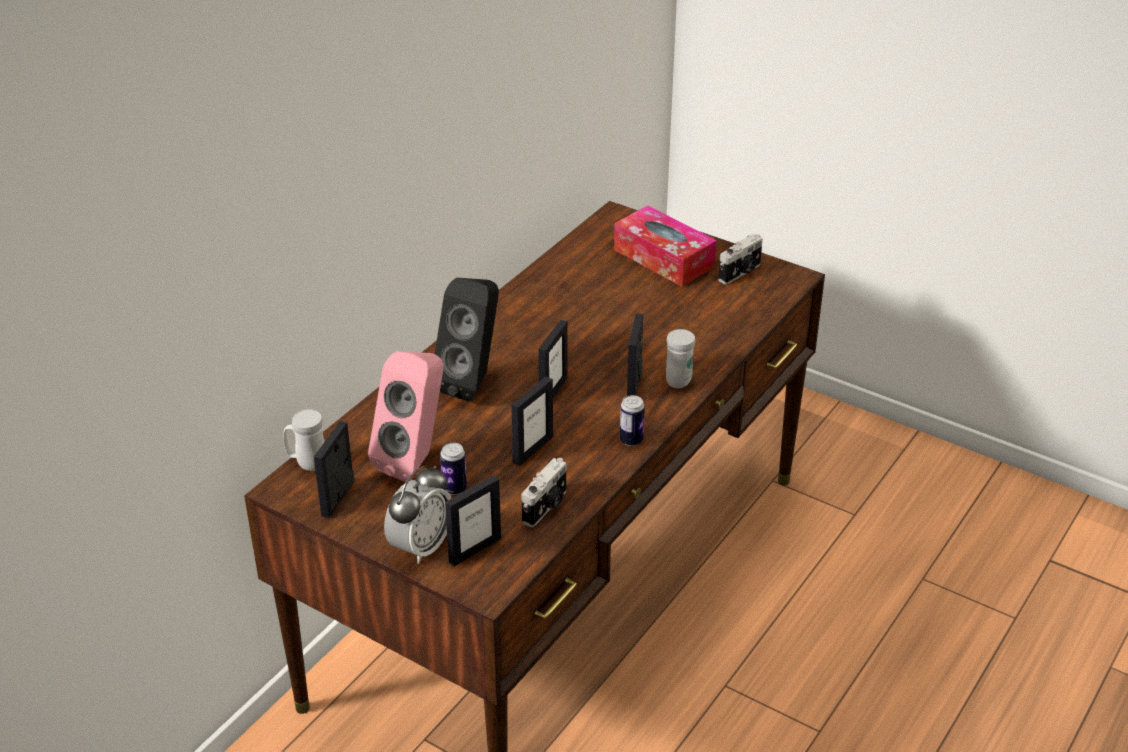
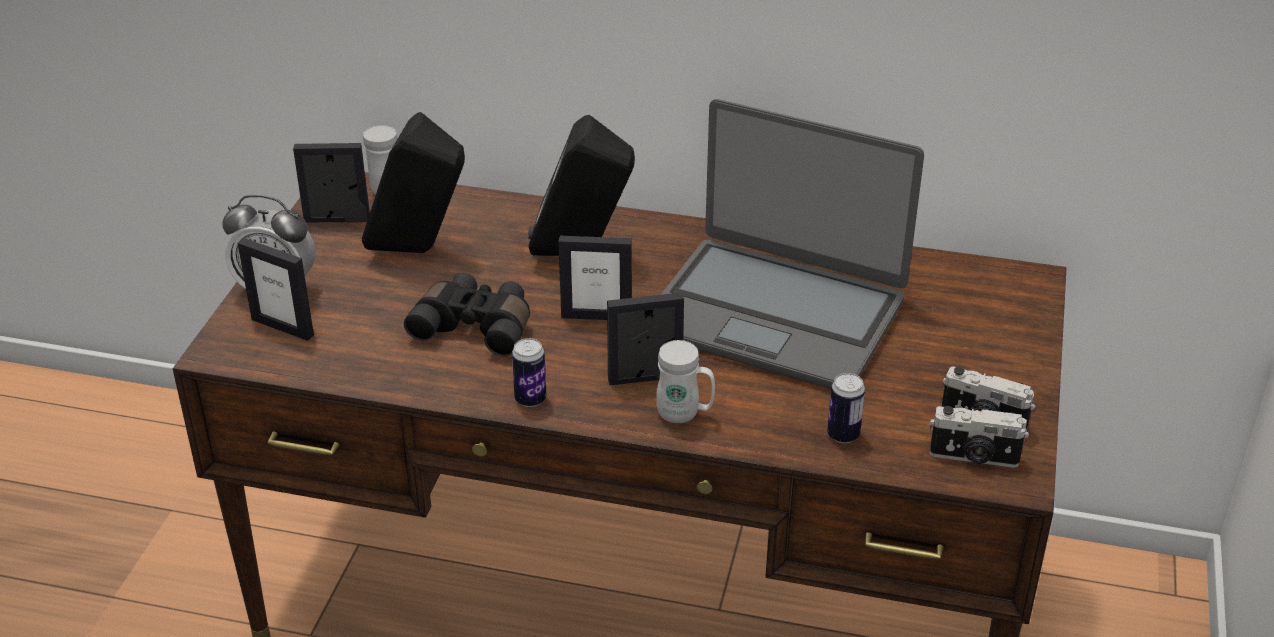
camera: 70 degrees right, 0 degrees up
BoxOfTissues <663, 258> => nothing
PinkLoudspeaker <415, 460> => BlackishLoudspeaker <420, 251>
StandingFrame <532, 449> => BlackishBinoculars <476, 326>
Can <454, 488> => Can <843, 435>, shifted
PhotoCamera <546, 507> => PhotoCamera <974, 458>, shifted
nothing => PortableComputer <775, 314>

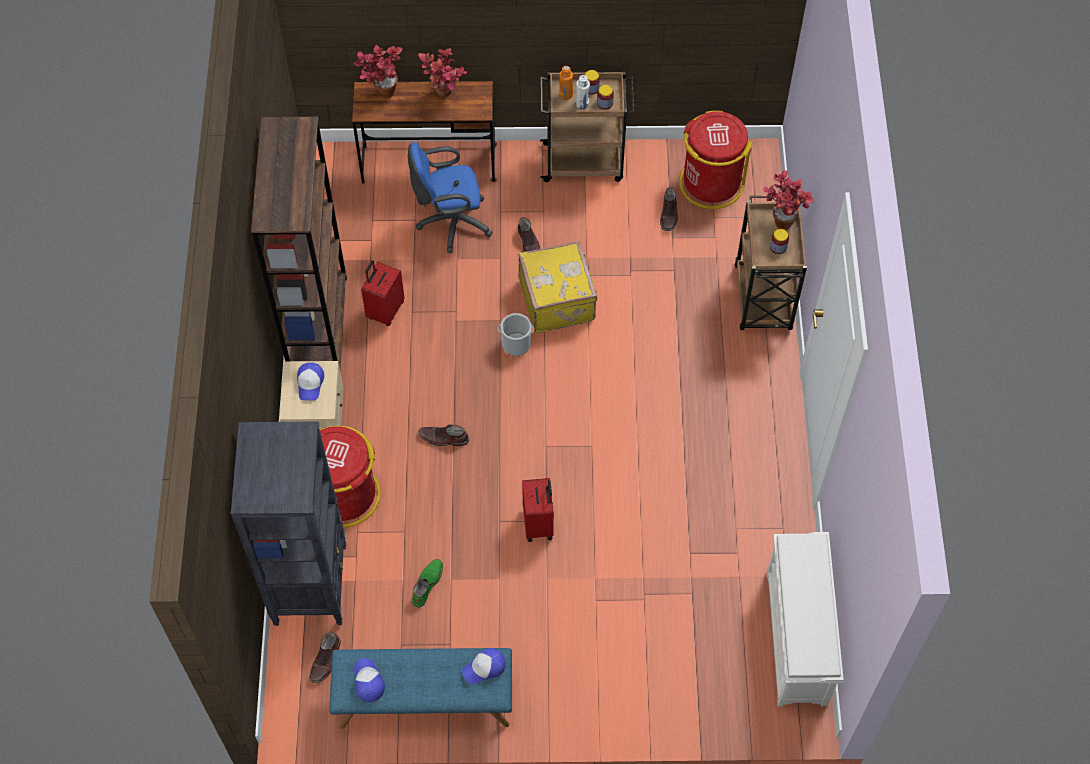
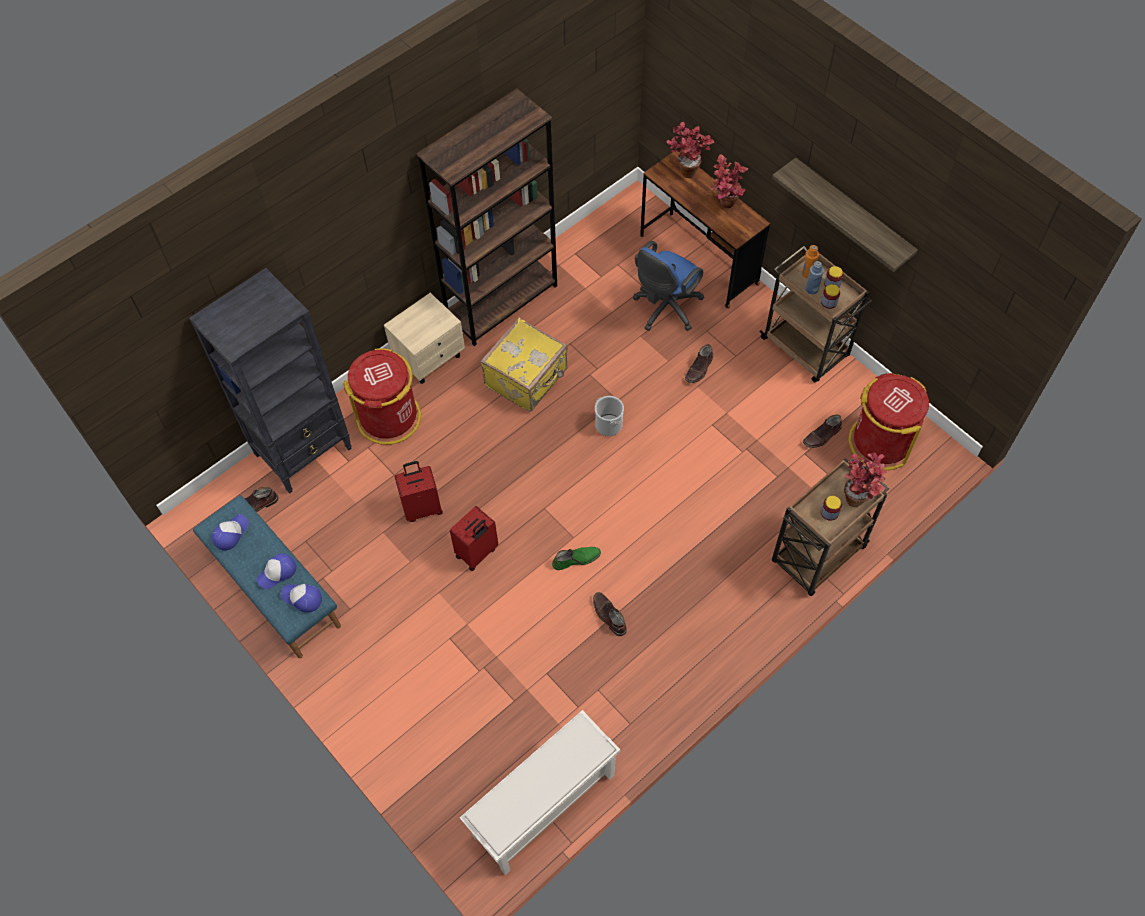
camera: 50 degrees right, 0 degrees up
WhiteBeverageBottle <582, 104> => BlueColouredBeverageBottle <811, 289>
BlueColouredComputerChair <450, 222> => BlueColouredComputerChair <665, 309>, 90 degrees counterclockwise
YellowTravelCase <558, 299> => YellowTravelCase <527, 378>, shifted
RedTravelCase <385, 310> => RedTravelCase <422, 508>, shifted
BaseballCap <310, 383> => BaseballCap <277, 573>, shifted
BrownHighTopBoot <443, 438> => BrownHighTopBoot <608, 616>, shifted
GreenColouredHighTopBoot <426, 584> => GreenColouredHighTopBoot <576, 559>, shifted
nothing => Shelf <852, 213>

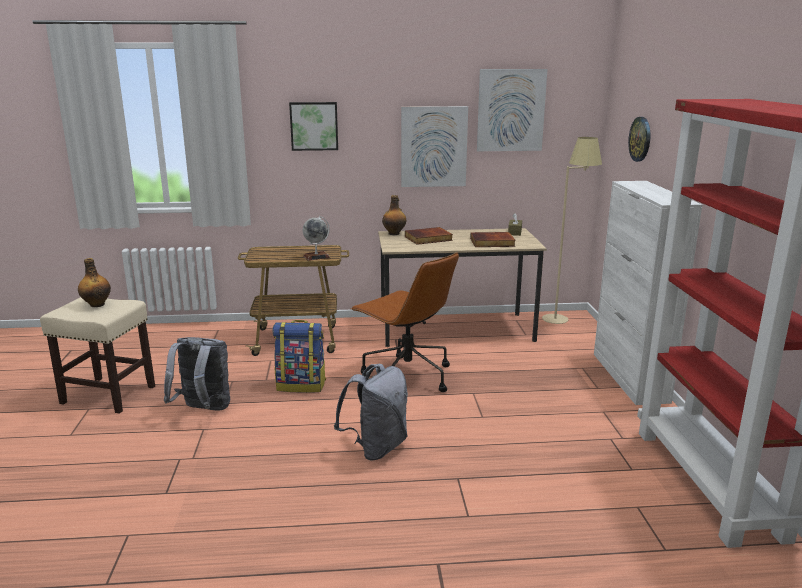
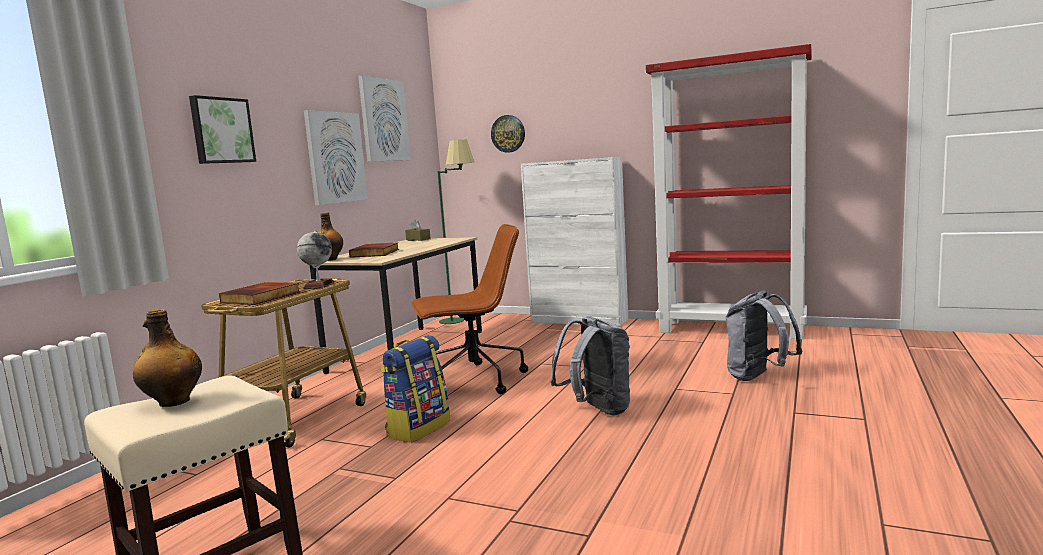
camera: 60 degrees left, 10 degrees down
BeigeColouredStandardLamp <564, 322> => GreenColouredStandardLamp <463, 320>
BoundBook <492, 242> => BoundBook <261, 297>, shifted
GreyishKnapsack <203, 410> => GreyishKnapsack <758, 377>, shifted

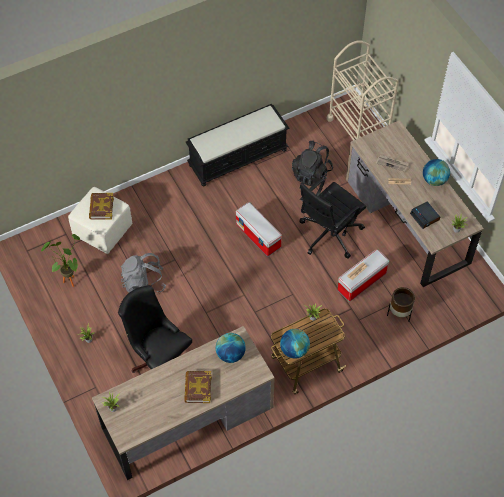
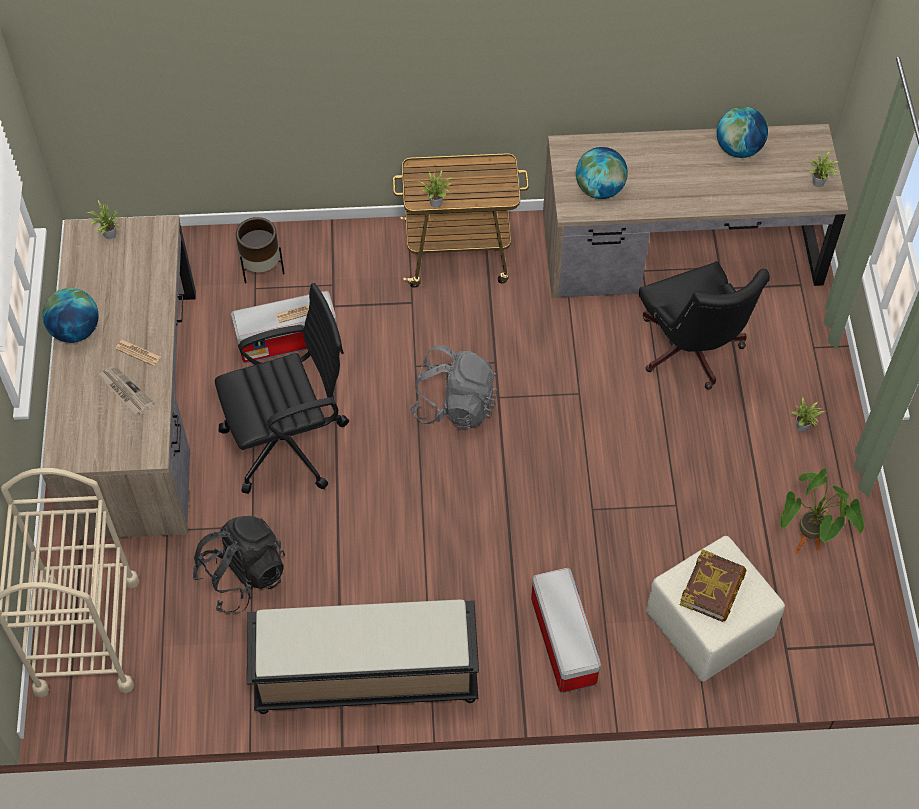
camera: 155 degrees left, 0 degrees up
TableClock <425, 217> => nothing
StorageContainer <259, 236> => StorageContainer <562, 640>, shifted
GreyishKnapsack <144, 283> => GreyishKnapsack <455, 405>, shifted
WorldGlobe <294, 350> => WorldGlobe <738, 149>, shifted
BoundBook <198, 388> => nothing

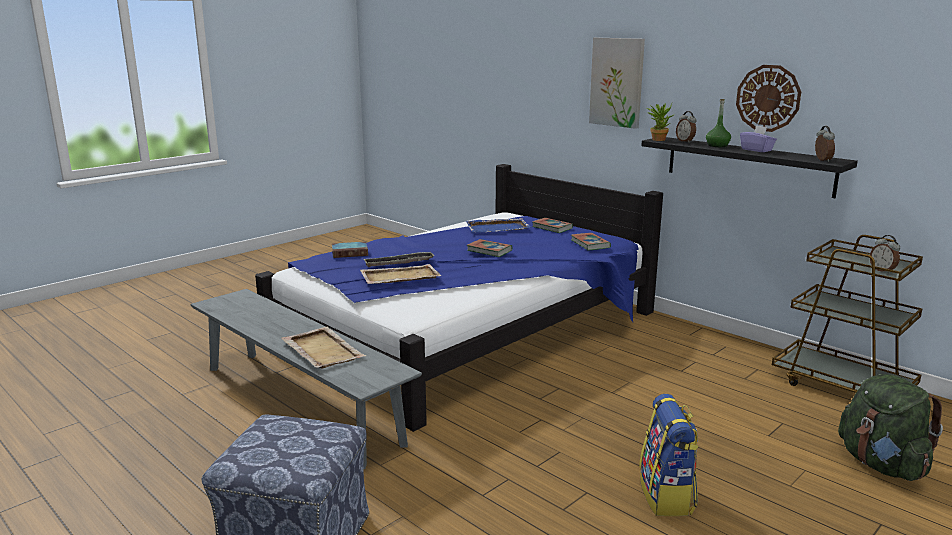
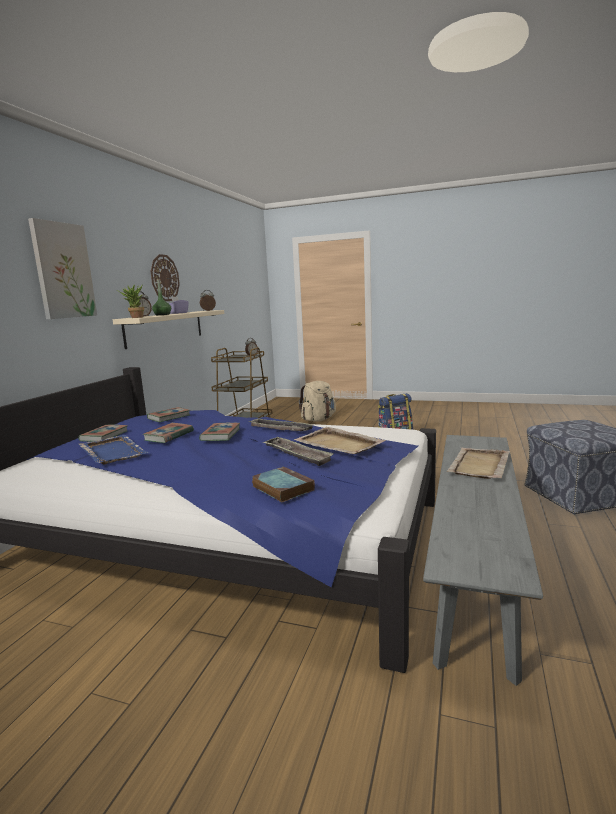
camera: 115 degrees left, 5 degrees down
BlackishShelf <748, 165> => BeigeColouredShelf <165, 328>
GreenColouredKnapsack <881, 464> => BeigeColouredKnapsack <318, 420>
nothing => ServingTray <280, 428>
nothing => BoundBook <169, 436>

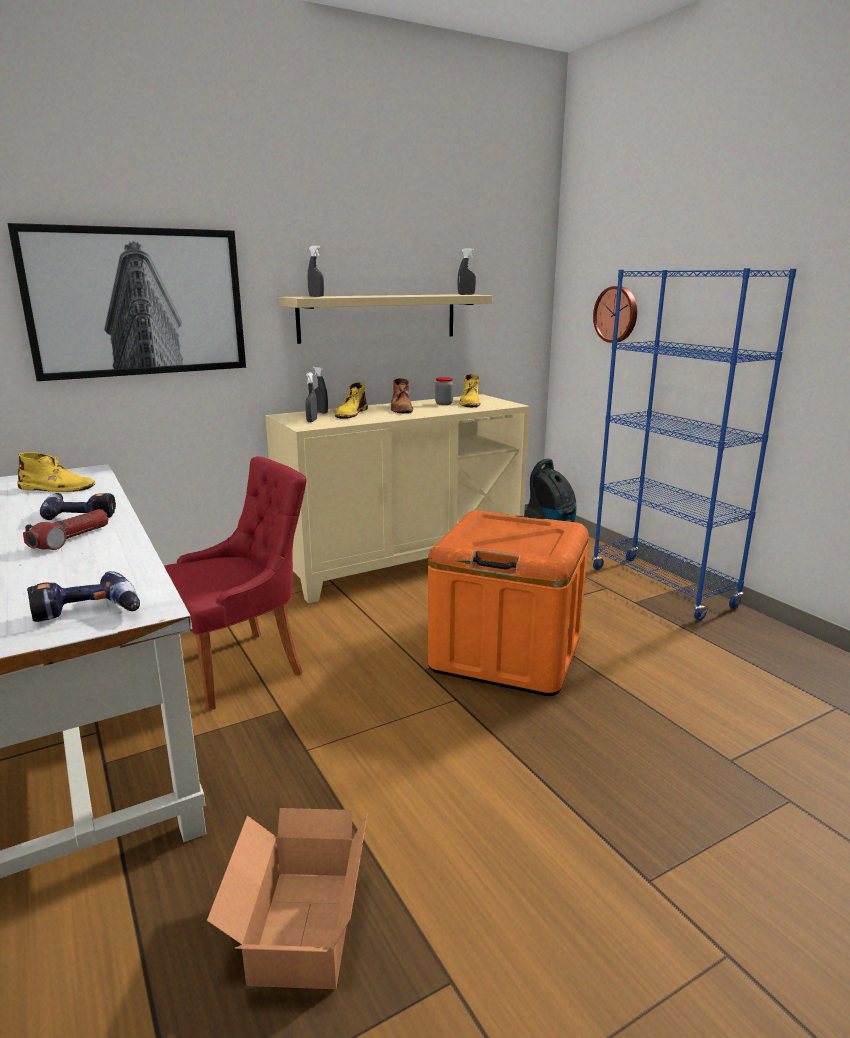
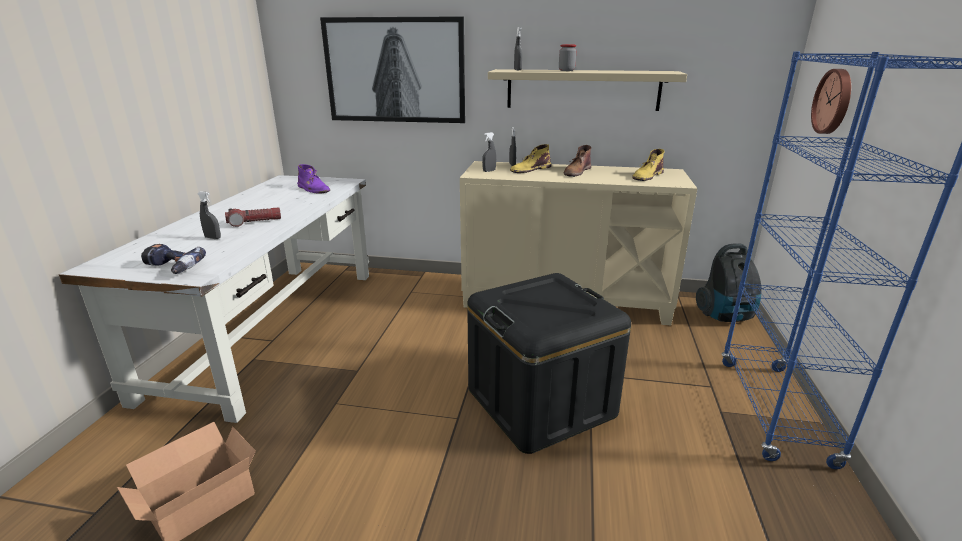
camera: 40 degrees right, 5 degrees up
GreyishHandSprayer <466, 294> => GreyishHandSprayer <213, 238>, shifted
StorageJar <444, 404> => StorageJar <566, 70>, shifted
YellowHighTopBoot <57, 488> => PurpleColouredHighTopBoot <313, 189>
RedChair <241, 666> => nothing
Drill <81, 514> => nothing
OrangeColouredStorageContainer <506, 653> => BlackishStorageContainer <540, 402>

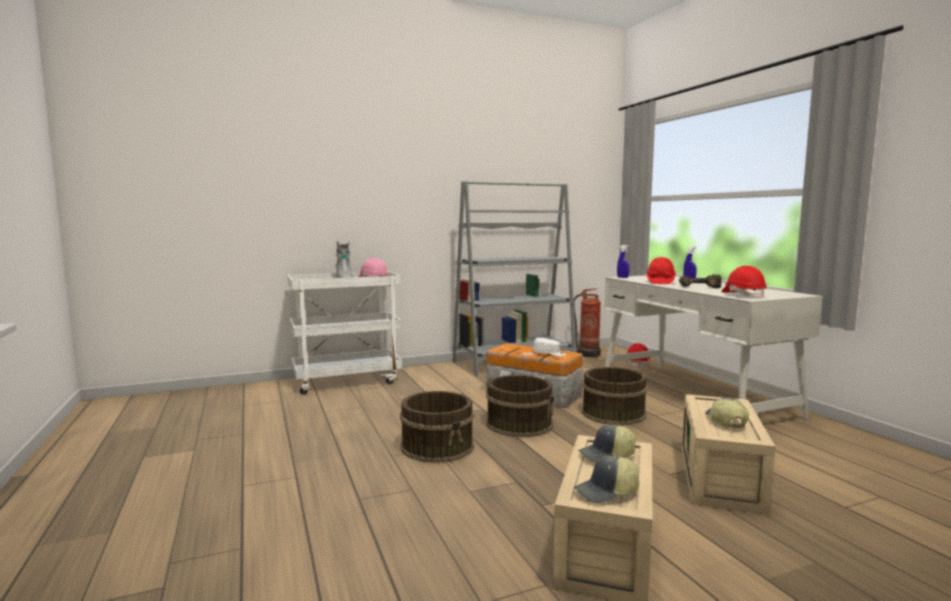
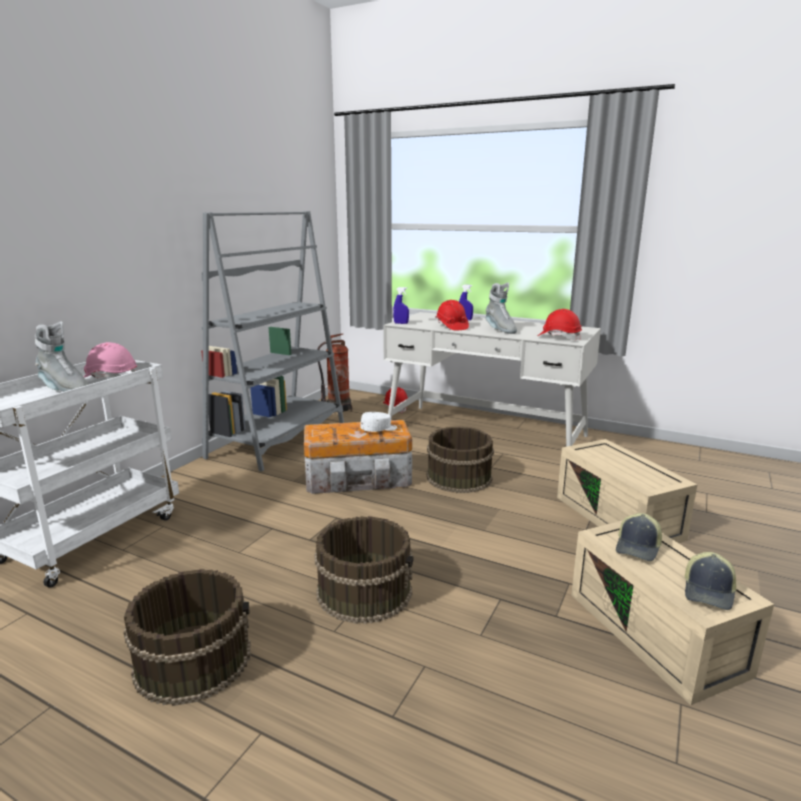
camera: 40 degrees left, 10 degrees up
Drill <699, 287> => GreyishHighTopBoot <500, 330>
BrownBucket <519, 424> => BrownBucket <194, 659>, shifted
BaseballCap <725, 421> => nothing

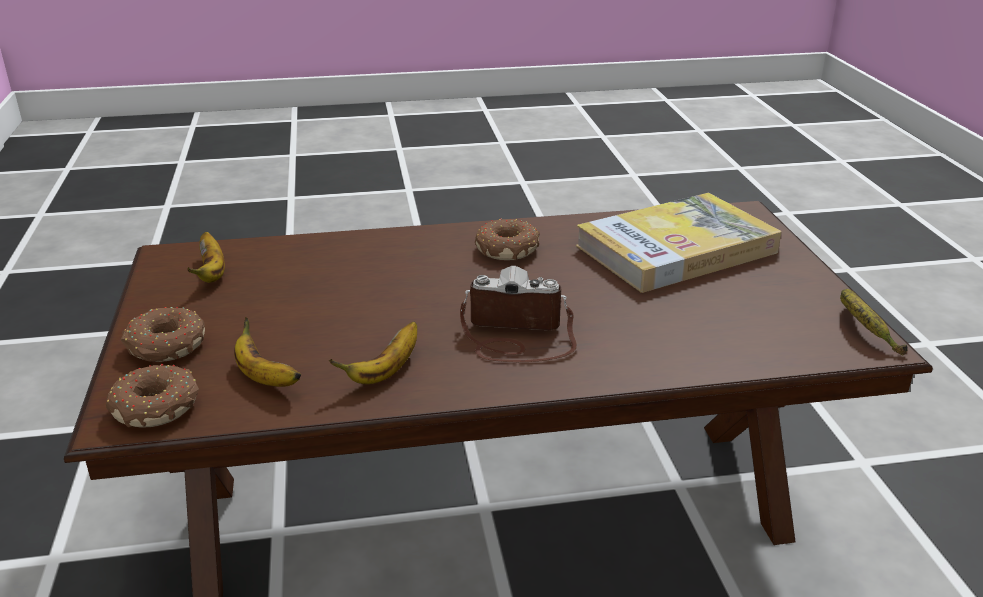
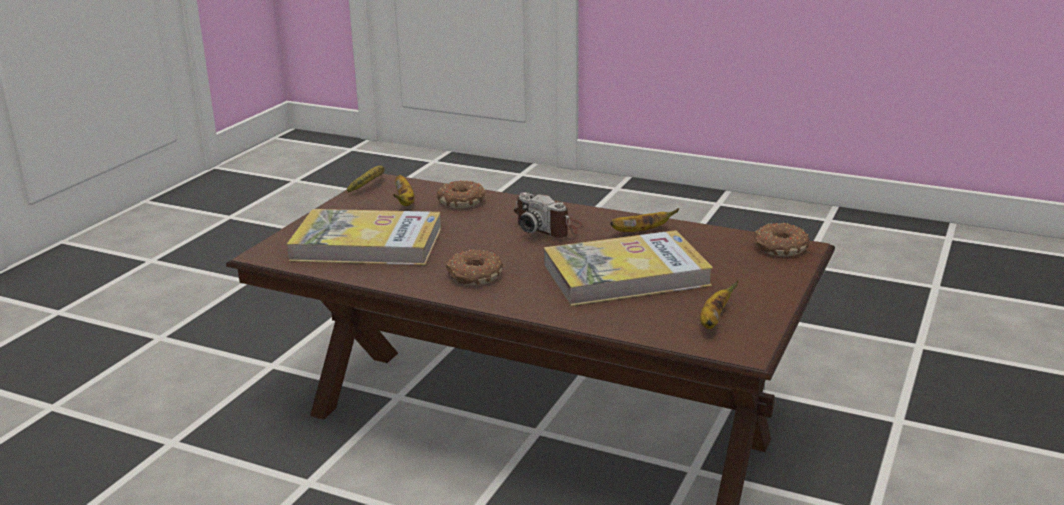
camera: 145 degrees left, 5 degrees down
Doughnut <165, 346> => Doughnut <462, 201>, shifted
BananaFruit <264, 377> => BananaFruit <404, 201>, shifted
nothing => BoundBook <626, 275>

